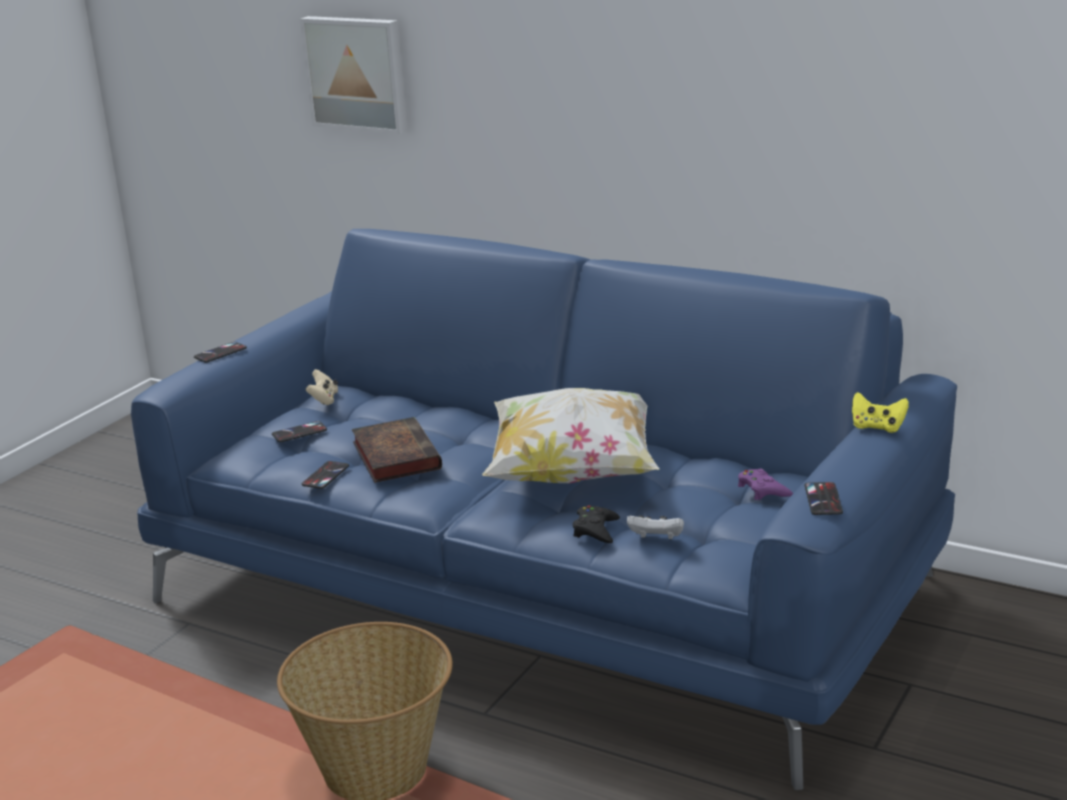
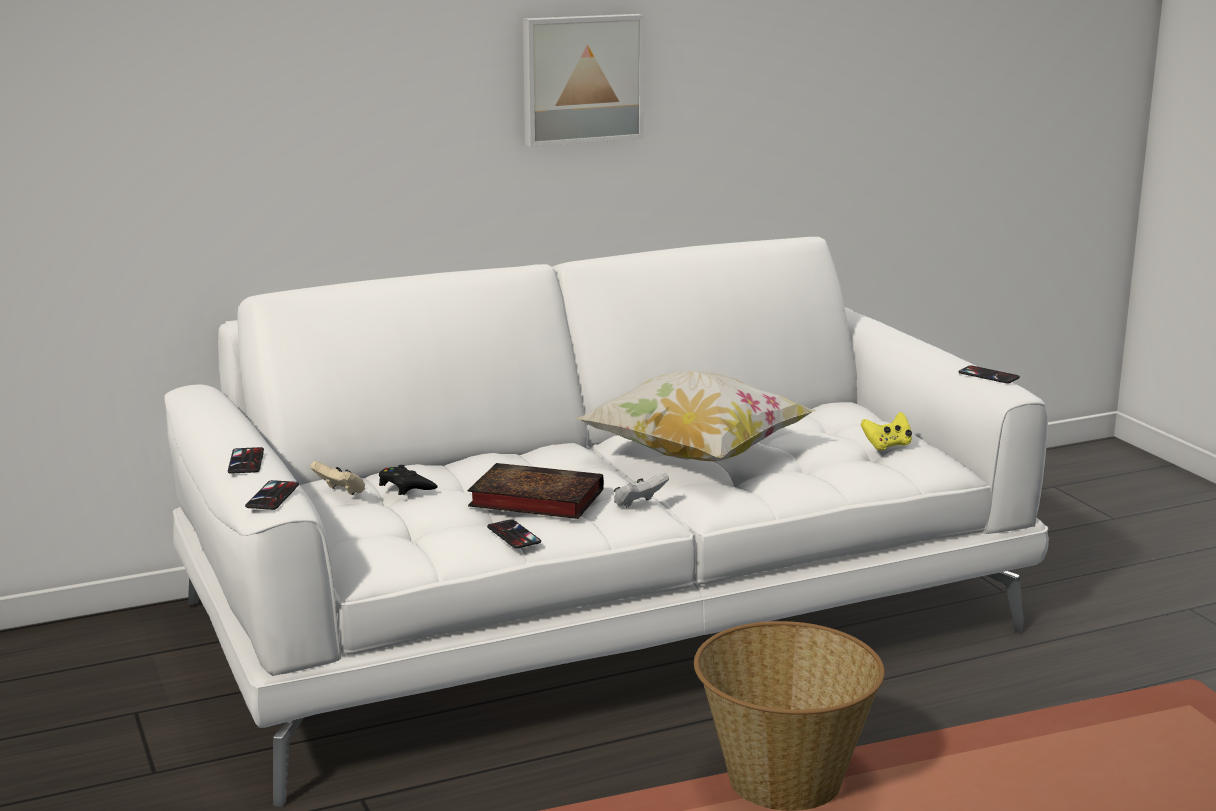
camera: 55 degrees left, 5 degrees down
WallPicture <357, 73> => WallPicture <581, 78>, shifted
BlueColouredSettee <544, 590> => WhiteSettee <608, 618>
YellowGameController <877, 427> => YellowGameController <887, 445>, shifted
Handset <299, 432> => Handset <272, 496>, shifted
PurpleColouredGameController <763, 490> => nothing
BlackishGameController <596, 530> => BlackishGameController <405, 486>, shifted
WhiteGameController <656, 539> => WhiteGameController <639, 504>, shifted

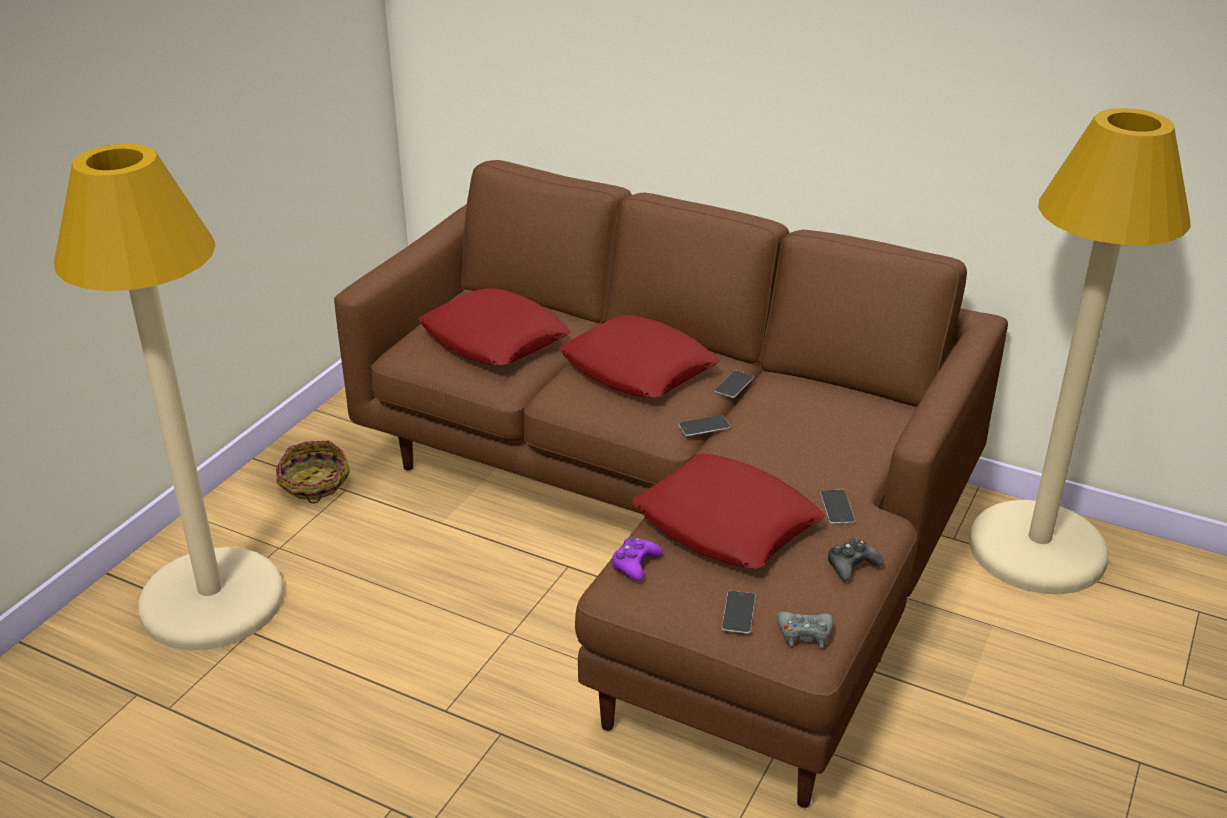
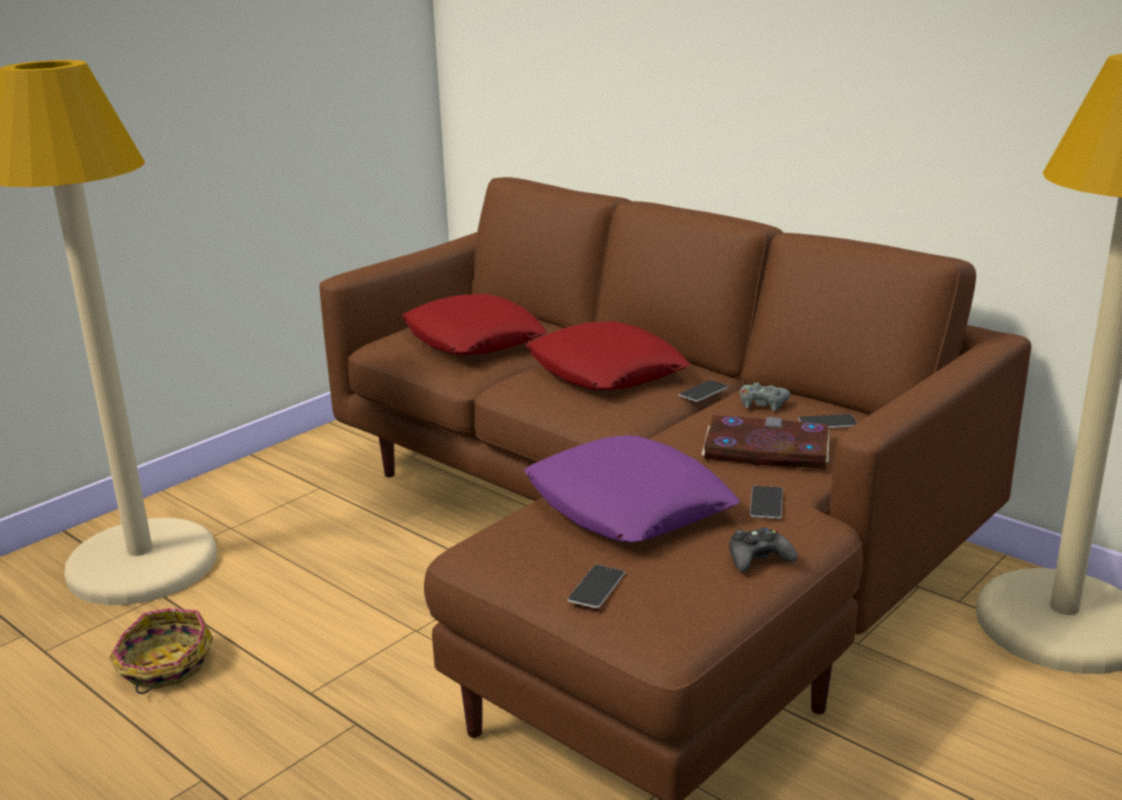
camera: 15 degrees right, 10 degrees down
Handset <704, 426> => Handset <828, 422>, shifted
Basket <314, 483> => Basket <164, 666>, shifted
RedCushion <726, 523> => PurpleColouredCushion <628, 505>
PurpleColouredGameController <635, 564> => nothing
GreyishGameController <804, 633> => GreyishGameController <763, 403>, shifted
nothing => BoundBook <765, 449>

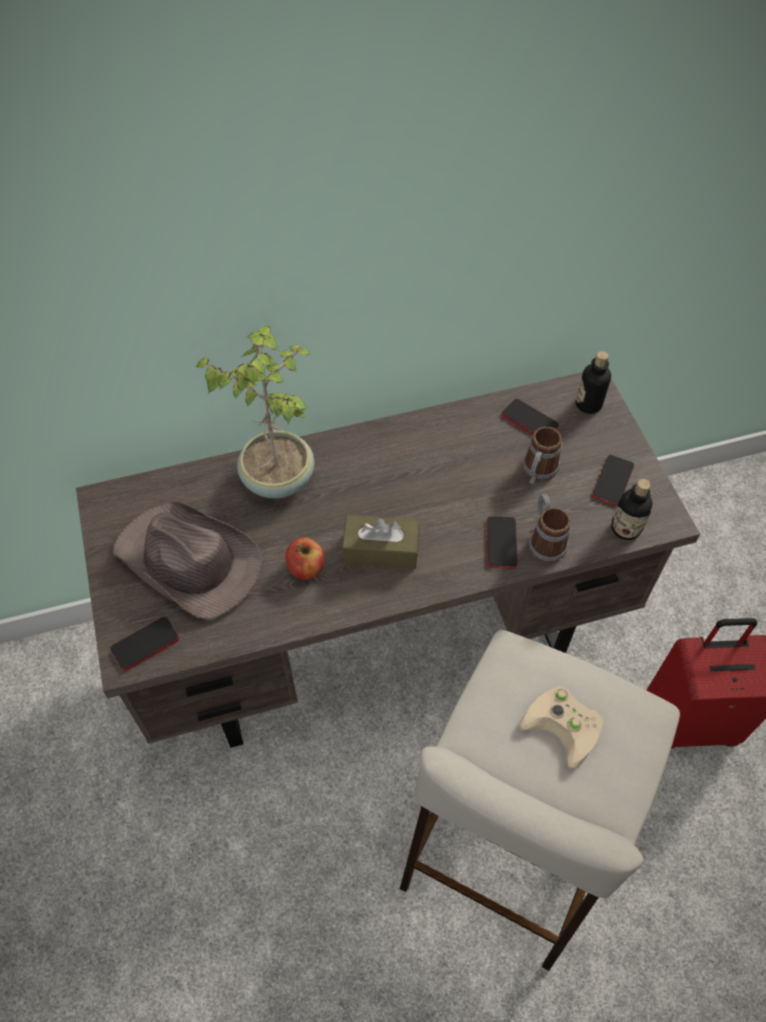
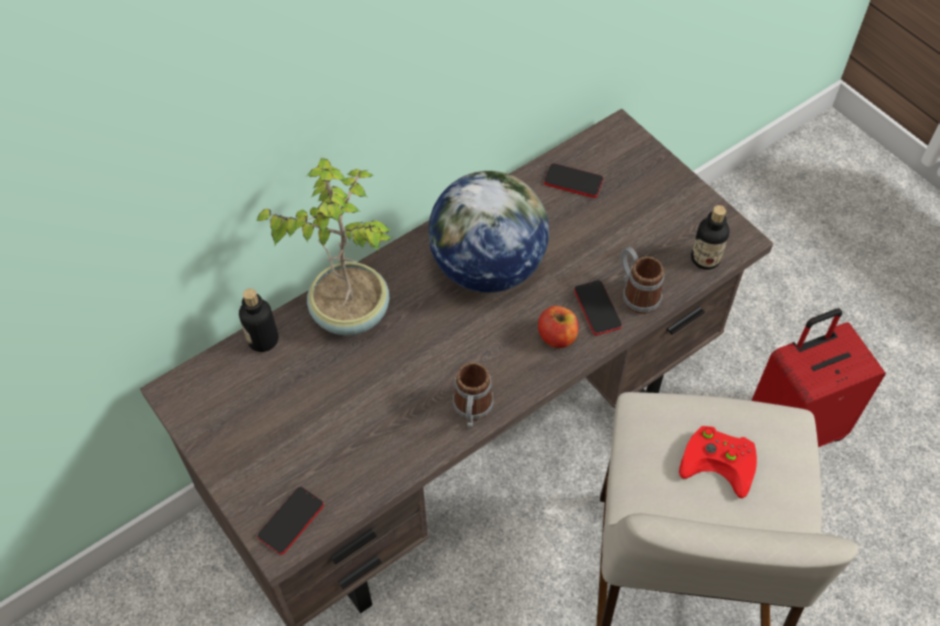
camera: 20 degrees left, 0 degrees up
BeverageBottle <588, 404> => BeverageBottle <263, 340>, shifted
Mug <537, 473> => Mug <472, 411>, shifted
Handset <613, 481> => nothing
BrownClothingHat <189, 562> => nothing
BrownBoxOfTissues <381, 550> => nothing
AppleFruit <306, 567> => AppleFruit <557, 336>, shifted
BeigeColouredGameController <566, 726> => RedGameController <721, 461>
nothing => WorldGlobe <487, 267>

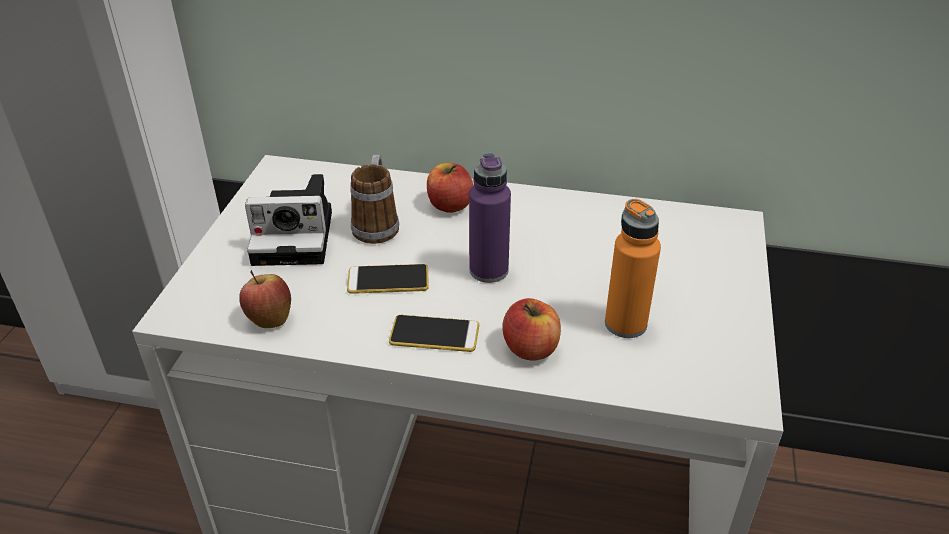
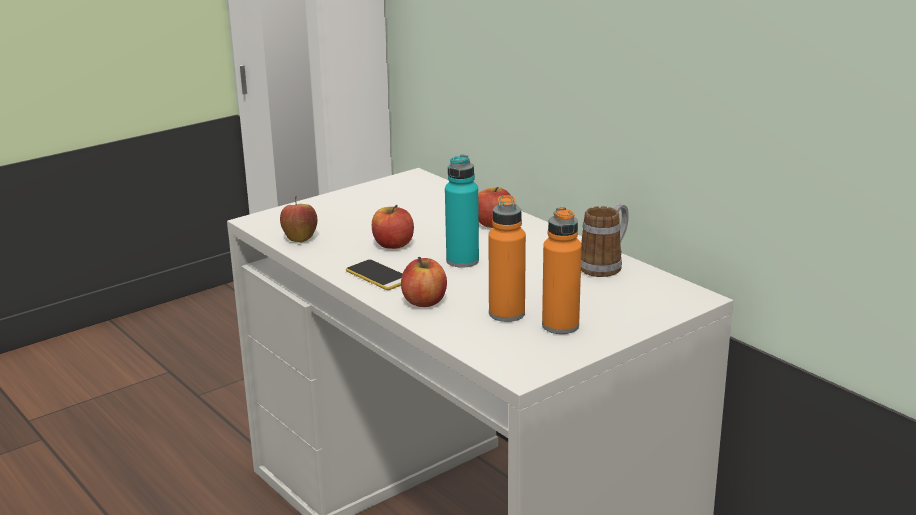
camera: 40 degrees right, 15 degrees down
PurpleColouredBeverageBottle <488, 270> => TurquoiseColouredBeverageBottle <462, 261>
Mug <377, 224> => Mug <605, 265>, shifted
PhotoCamera <297, 236> => nothing
Handset <388, 280> => AppleFruit <393, 245>
nothing => OrangeColouredBeverageBottle <560, 326>

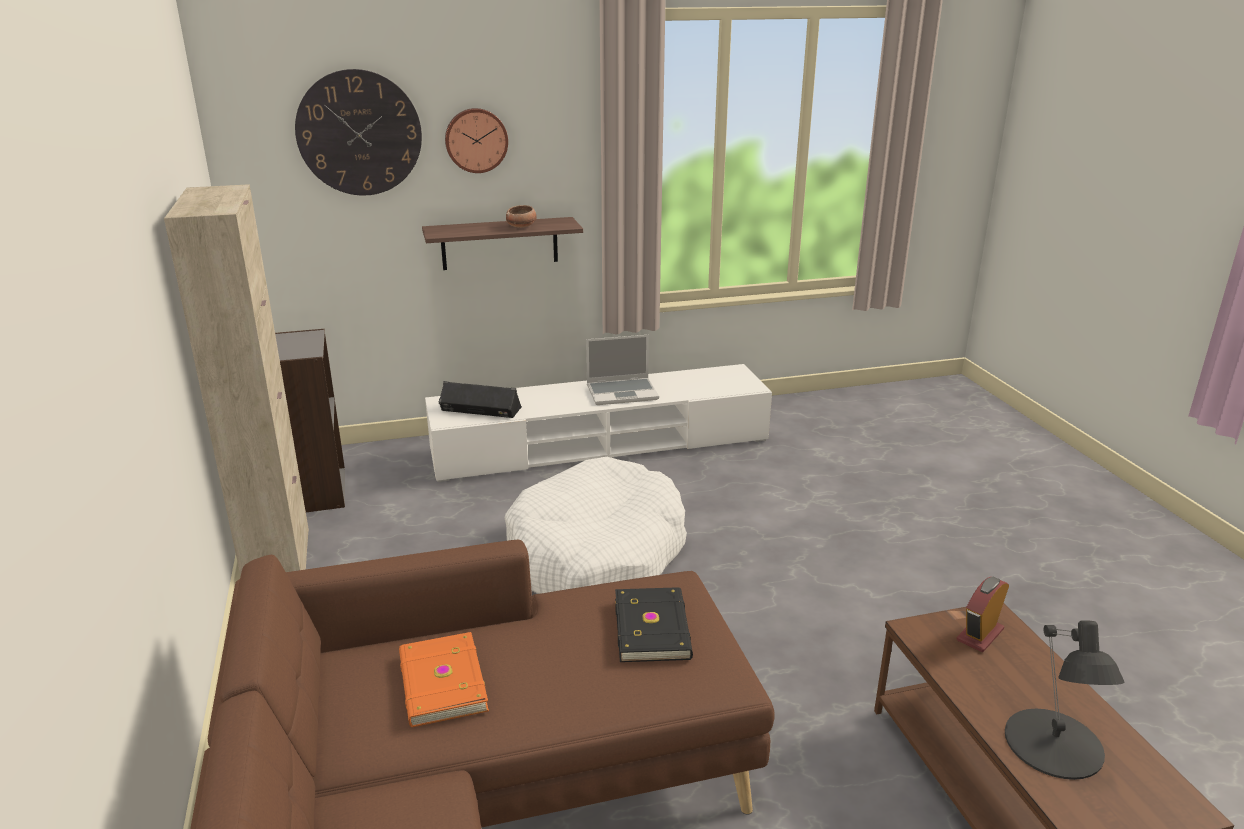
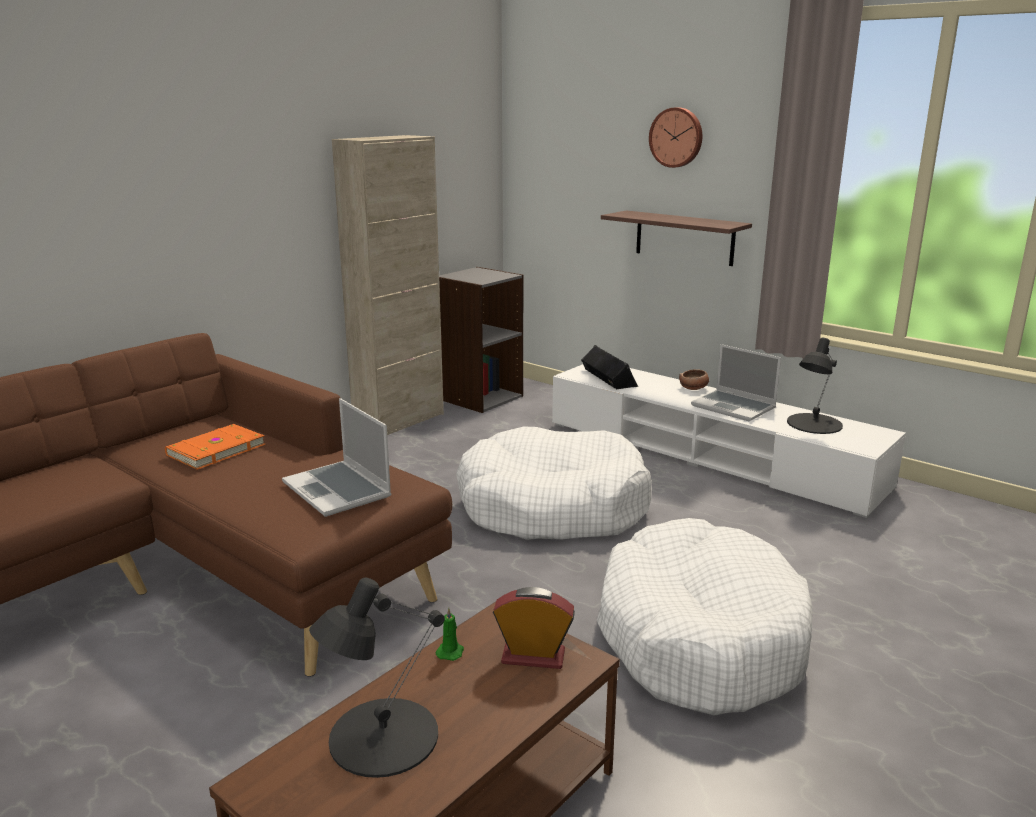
camera: 55 degrees right, 5 degrees down
ClockOnTheWall <359, 133> => nothing
Bowl <522, 226> => Bowl <694, 389>, shifted
BlackishBoundBook <654, 628> => PortableComputer <339, 490>
nothing => BlackishTabletopLamp <813, 424>
nothing => WhiteDogCushion <699, 637>
nothing => GreenColouredWaxCandle <450, 652>

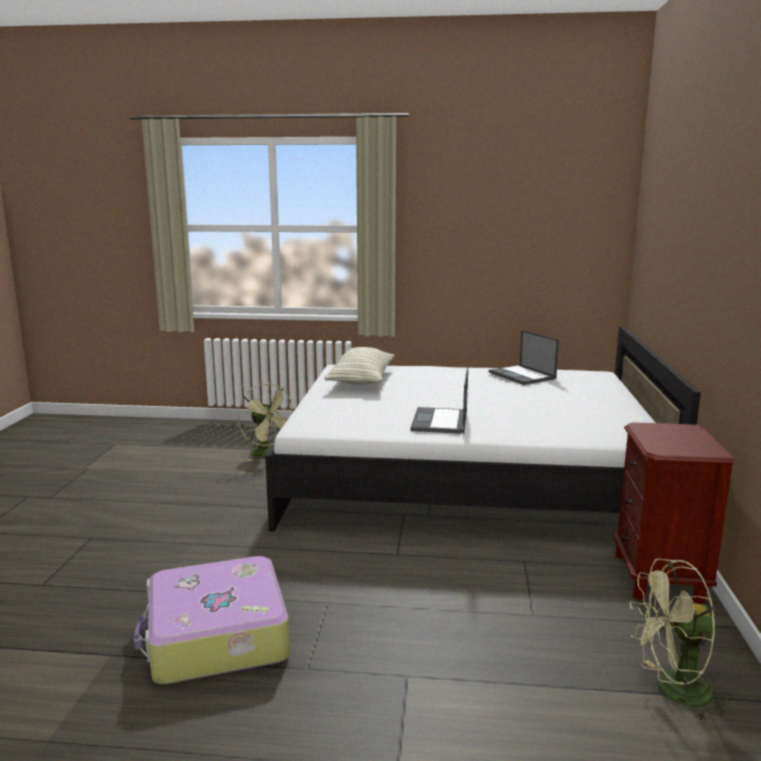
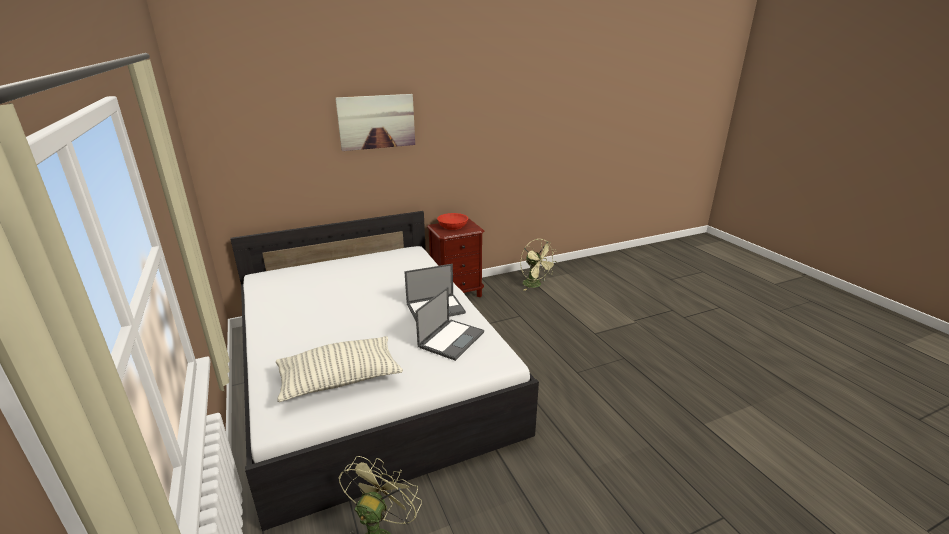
camera: 120 degrees left, 10 degrees up
PortableComputer <522, 375> => PortableComputer <451, 339>, shifted
TravelCase <216, 637> => nothing
nothing => WallPicture <376, 122>
nothing => RedBowl <453, 226>

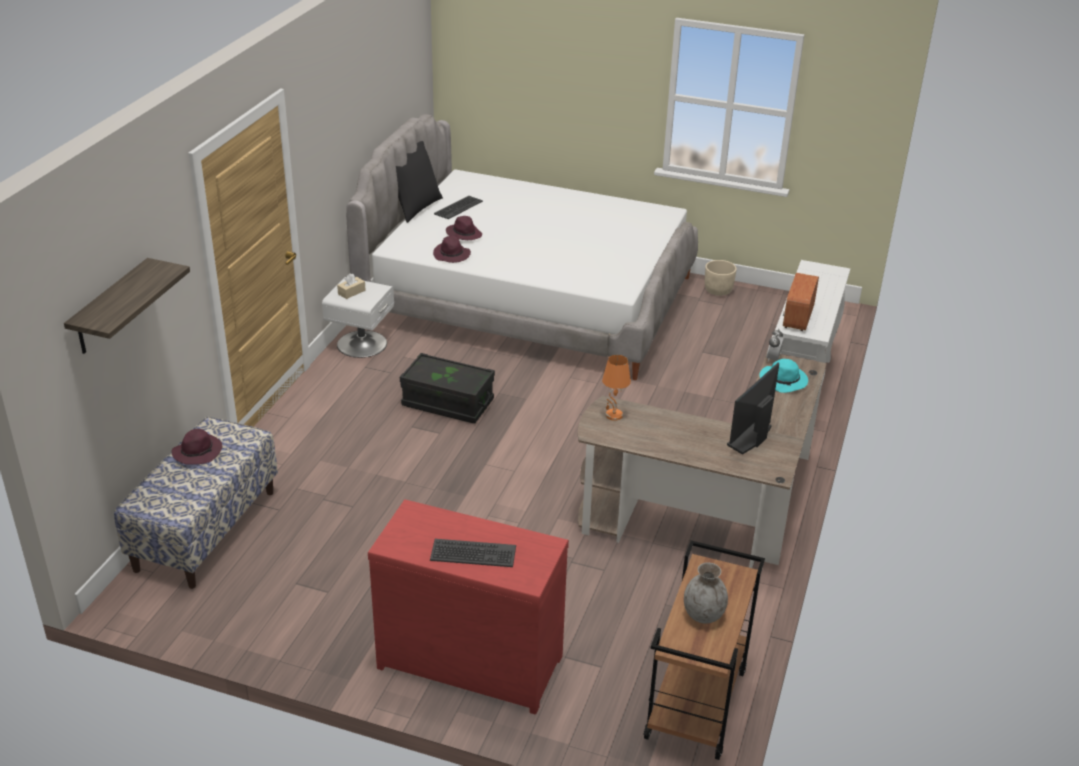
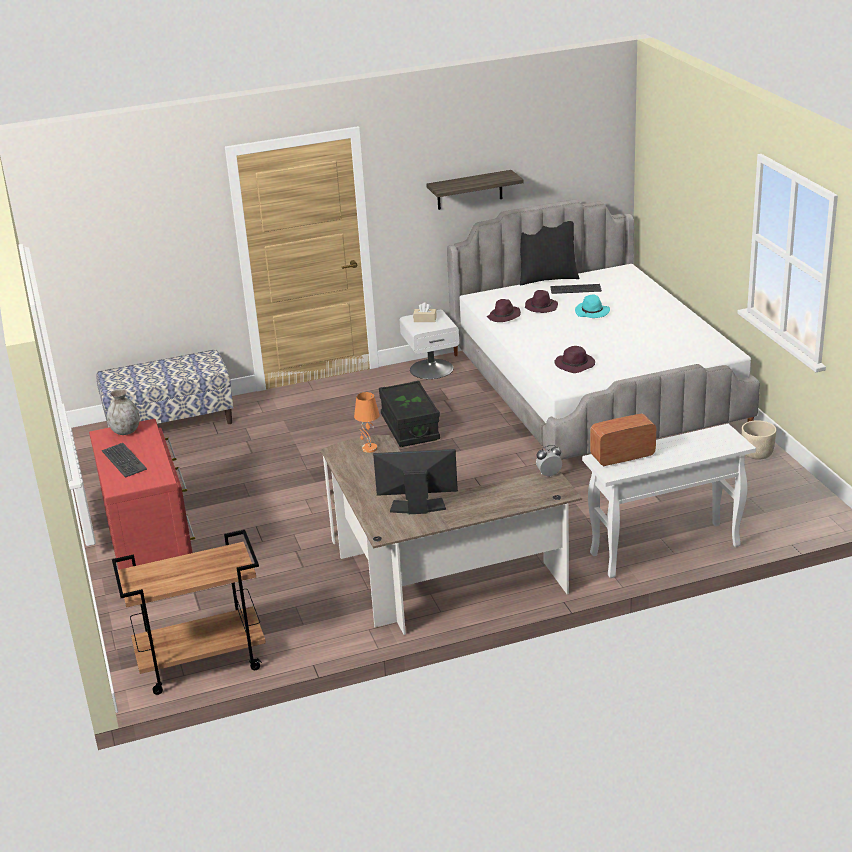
camera: 55 degrees right, 5 degrees down
Shelf <110, 308> => Shelf <469, 190>, shifted
TurquoiseColouredClothingHat <784, 381> => TurquoiseColouredClothingHat <592, 312>, shifted
PurpleColouredClothingHat <198, 451> => PurpleColouredClothingHat <575, 365>, shifted
GreyishDecorativeVase <703, 615> => GreyishDecorativeVase <126, 431>, shifted

